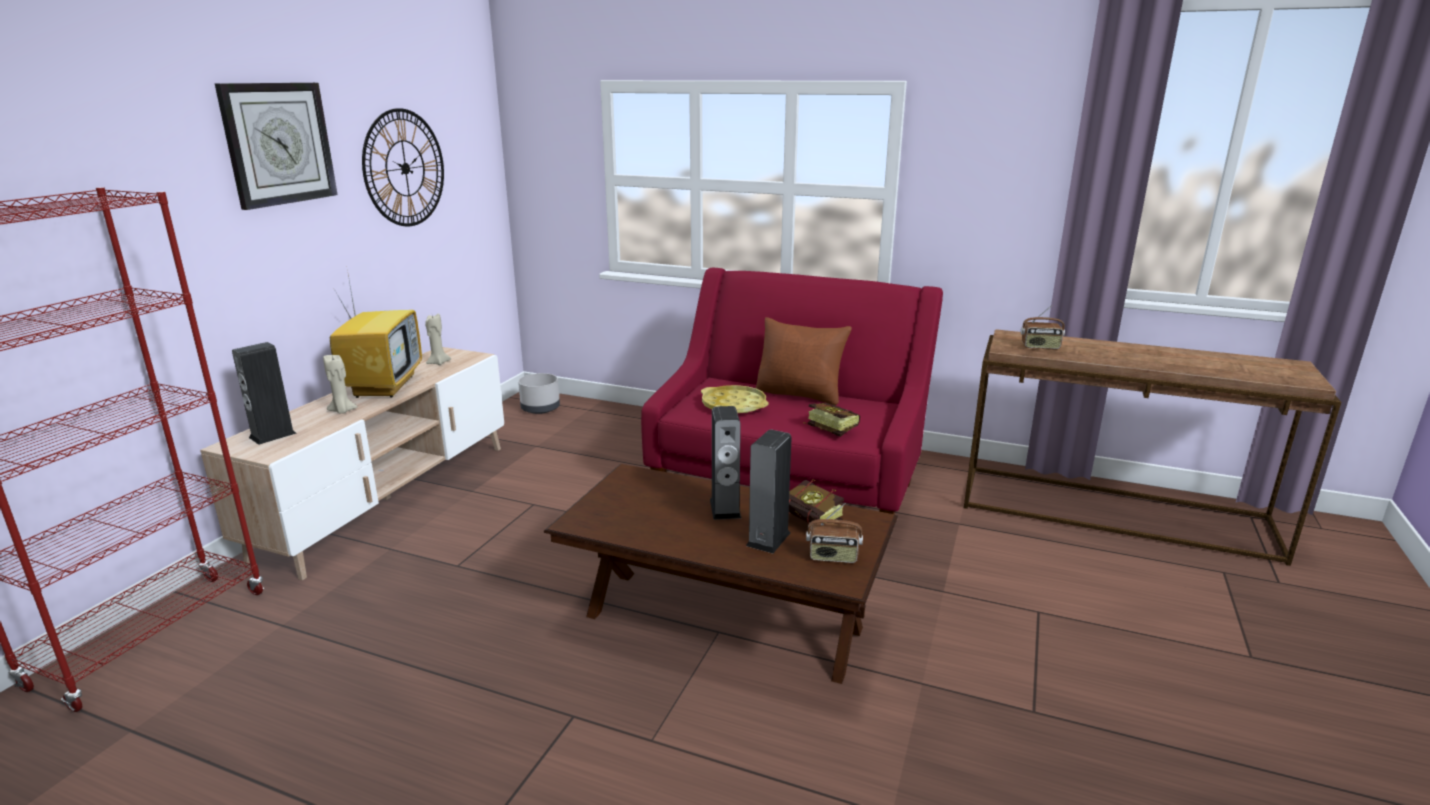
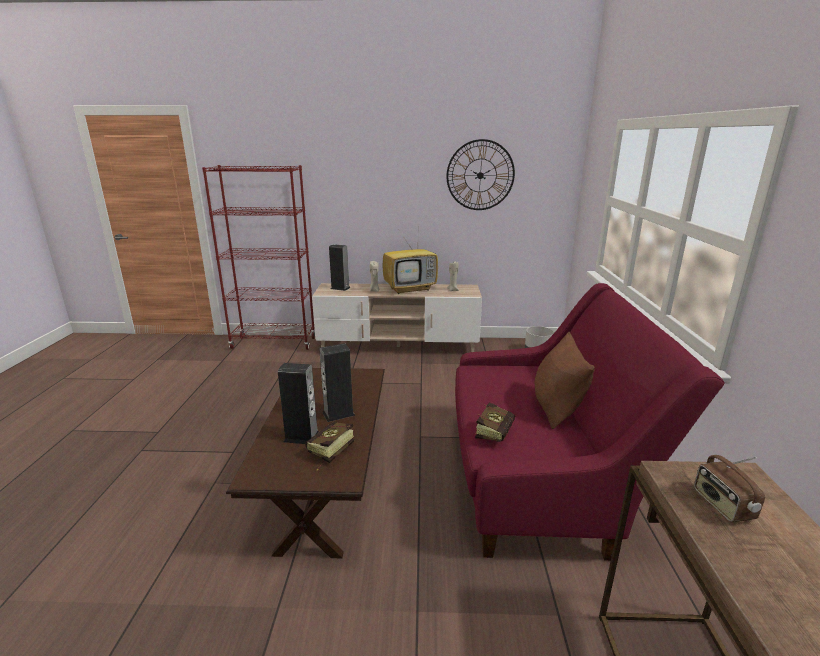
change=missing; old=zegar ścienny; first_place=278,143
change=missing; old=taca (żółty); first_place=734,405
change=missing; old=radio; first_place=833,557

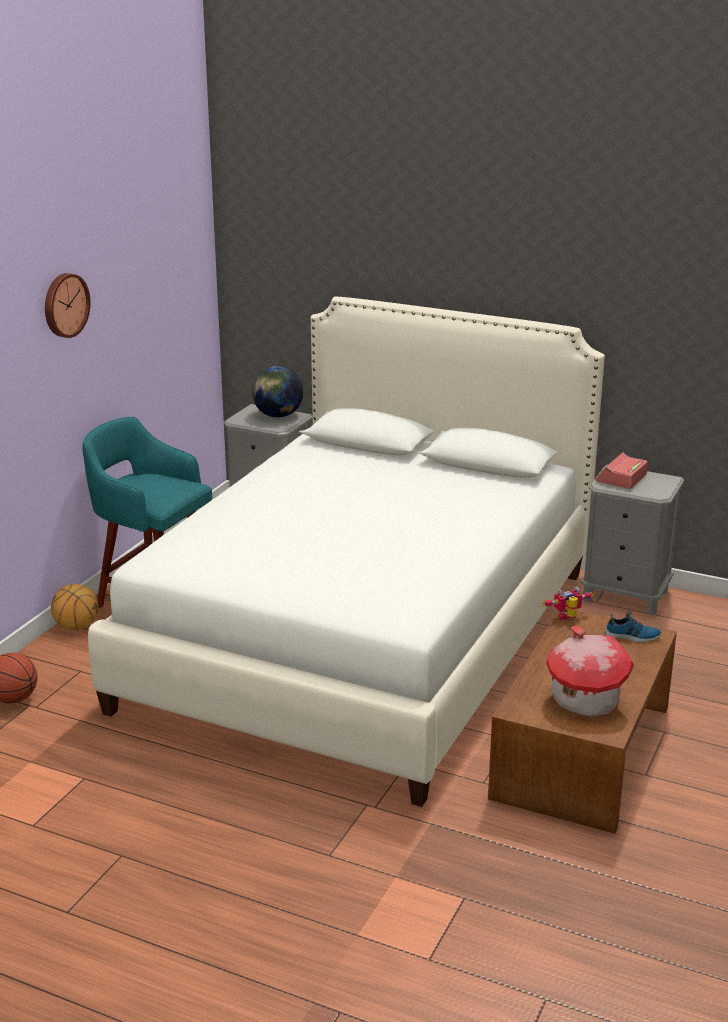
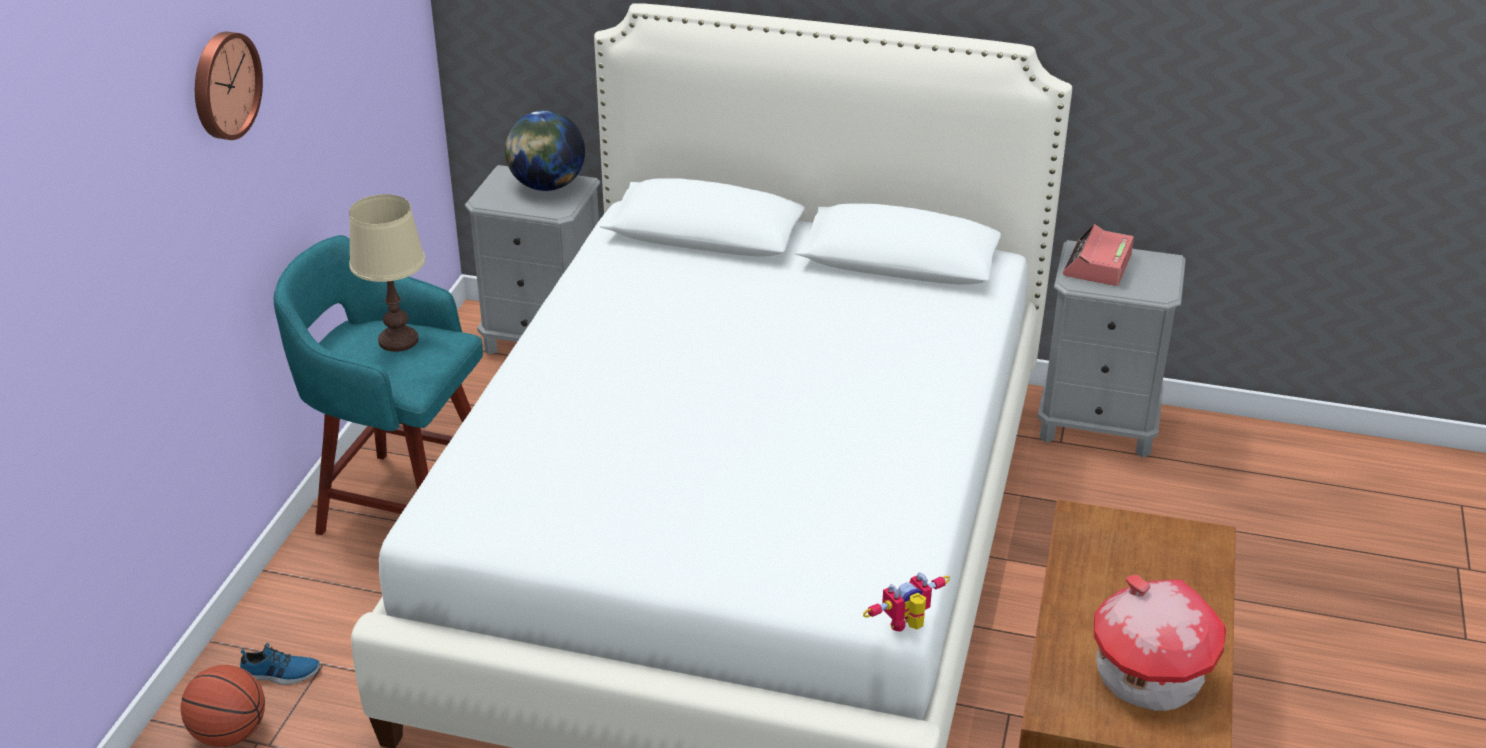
change=missing; old=piłka do koszykówki; first_place=76,627
change=relocated; old=robot zabawkowy; first_place=568,618; second_place=908,627
change=relocated; old=but; first_place=632,636; second_place=280,674
change=appeared; new=lampa stołowa (beżowy); second_place=398,341

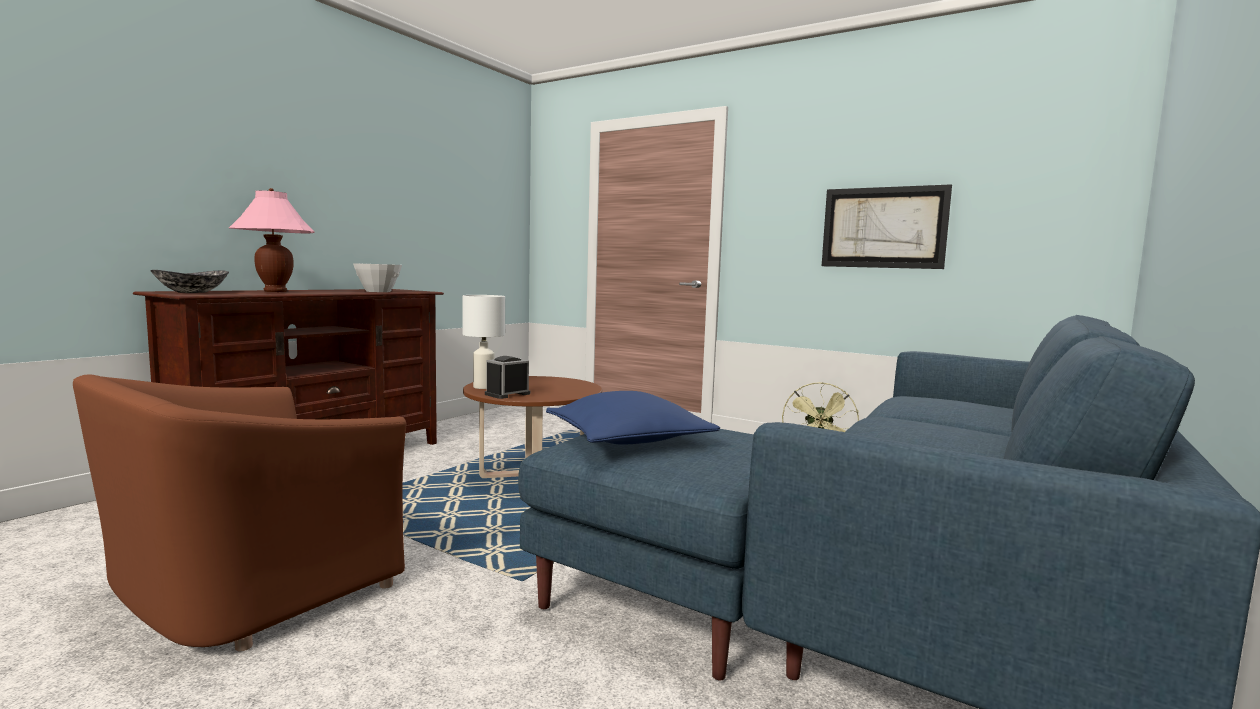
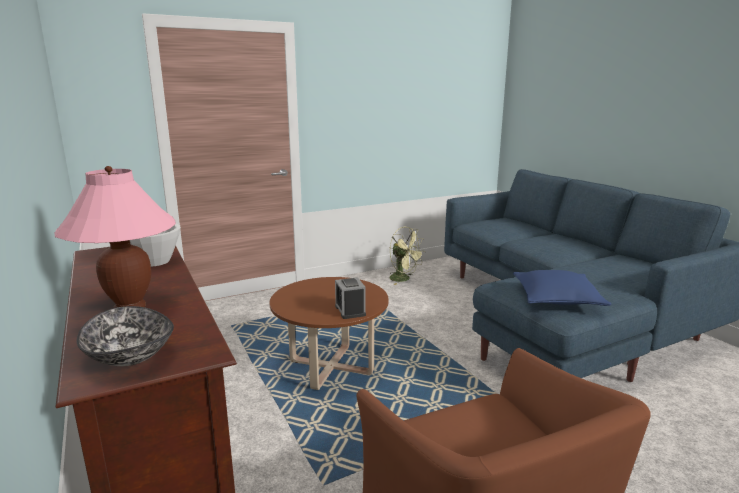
change=missing; old=obraz; first_place=883,227
change=missing; old=lampa stołowa (biały); first_place=483,387

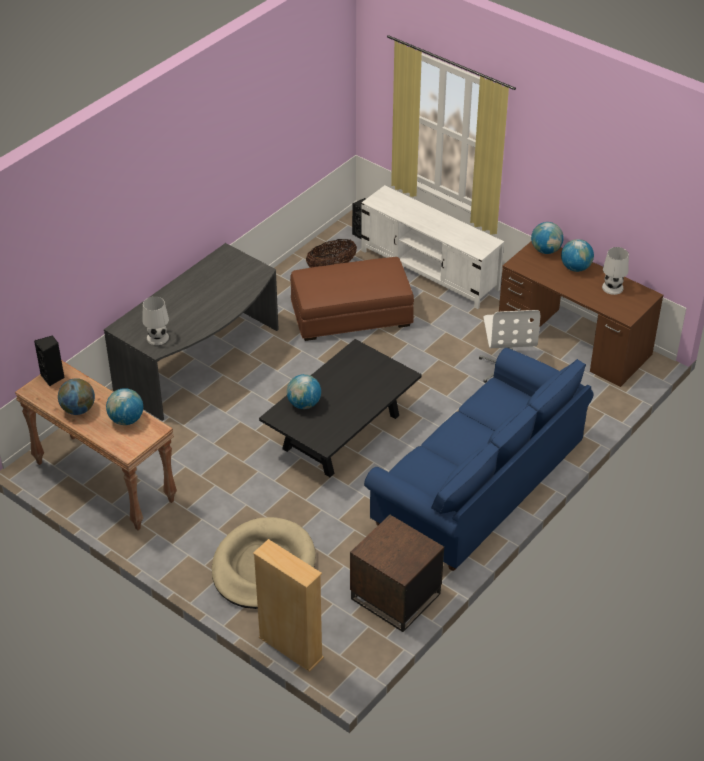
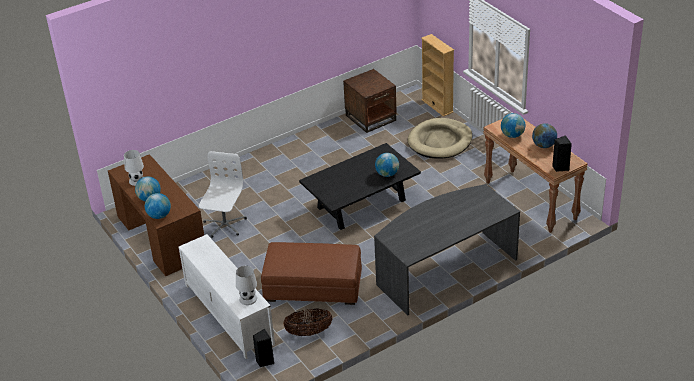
change=relocated; old=lampa stołowa (biały); first_place=158,338; second_place=248,298
change=missing; old=kanapa (niebieski); first_place=477,487

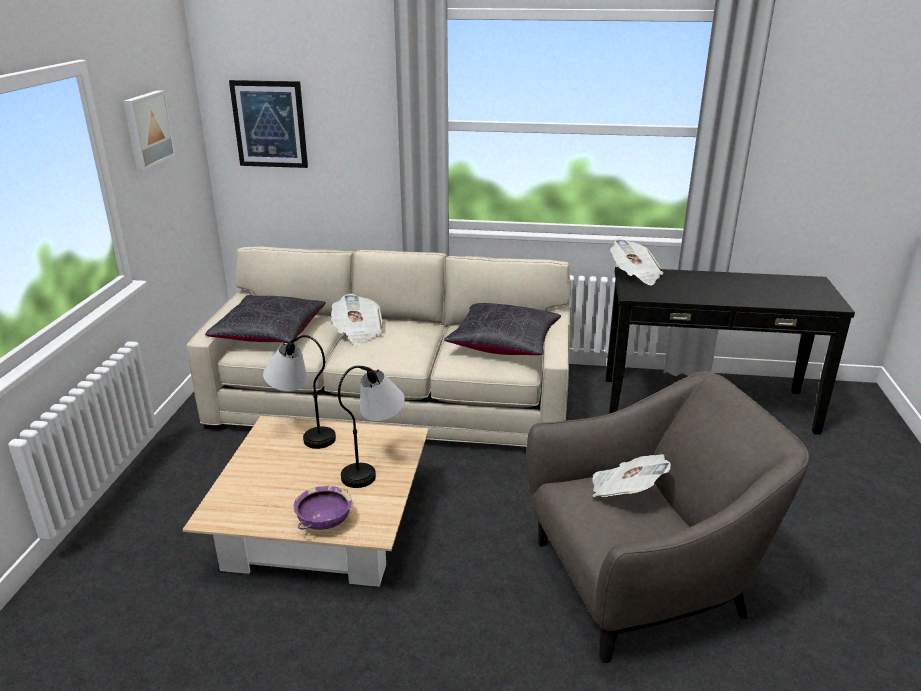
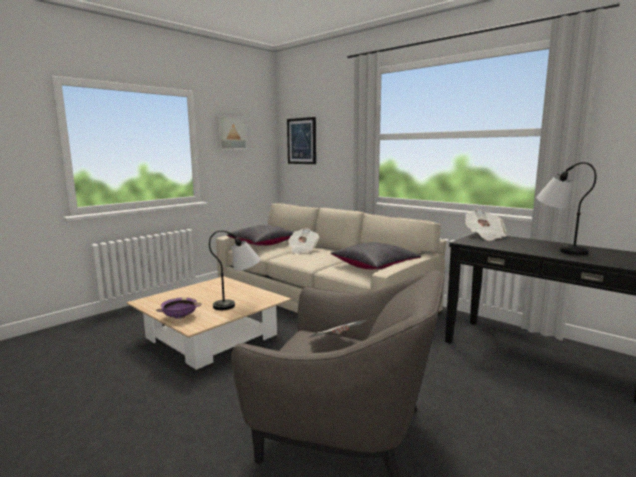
change=relocated; old=lampa stołowa; first_place=303,432; second_place=558,248

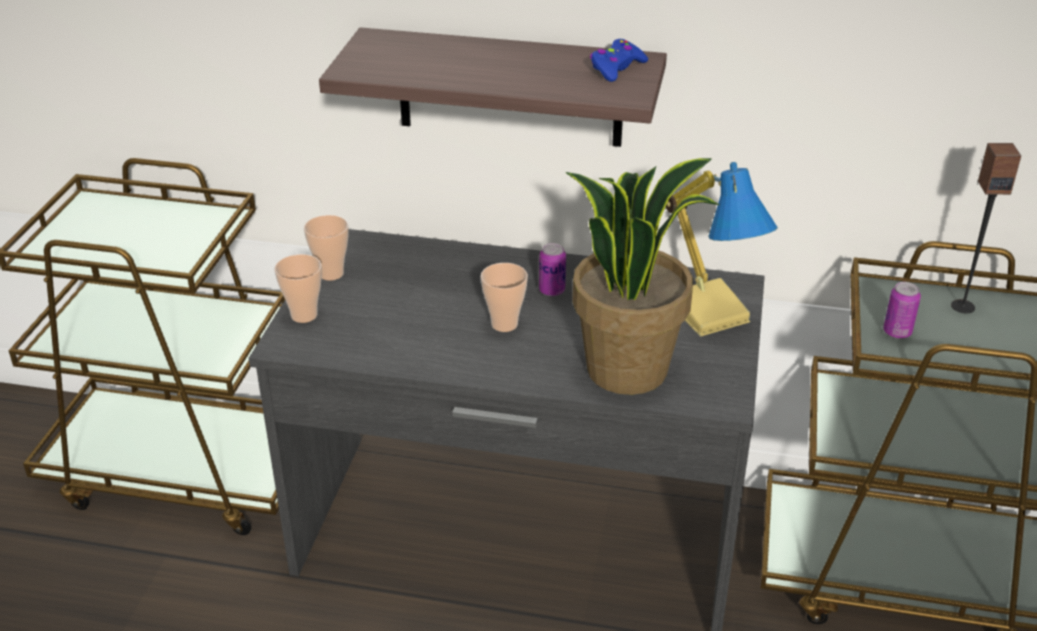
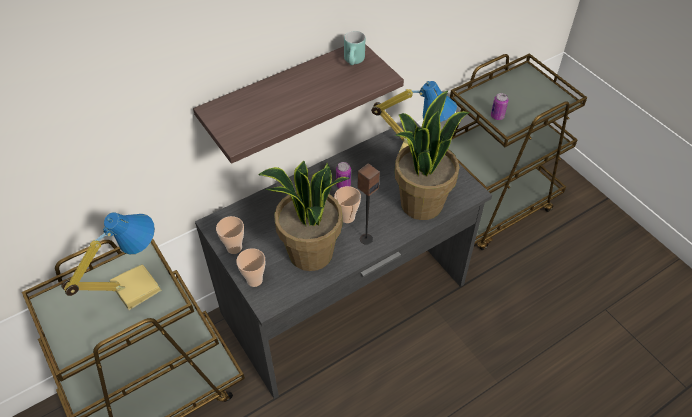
change=exchanged; old=pad do gier (niebieski); new=kubek (turkusowy); first_place=616,68; second_place=355,62
change=relocated; old=głośnik; first_place=962,306; second_place=366,239
change=appeared; new=roślina doniczkowa; second_place=310,253
change=appeared; new=lampa stołowa; second_place=134,287

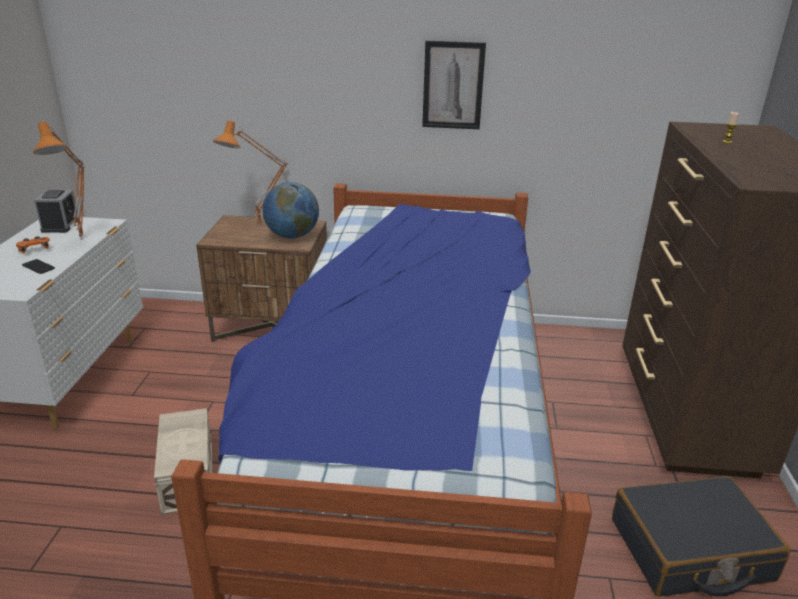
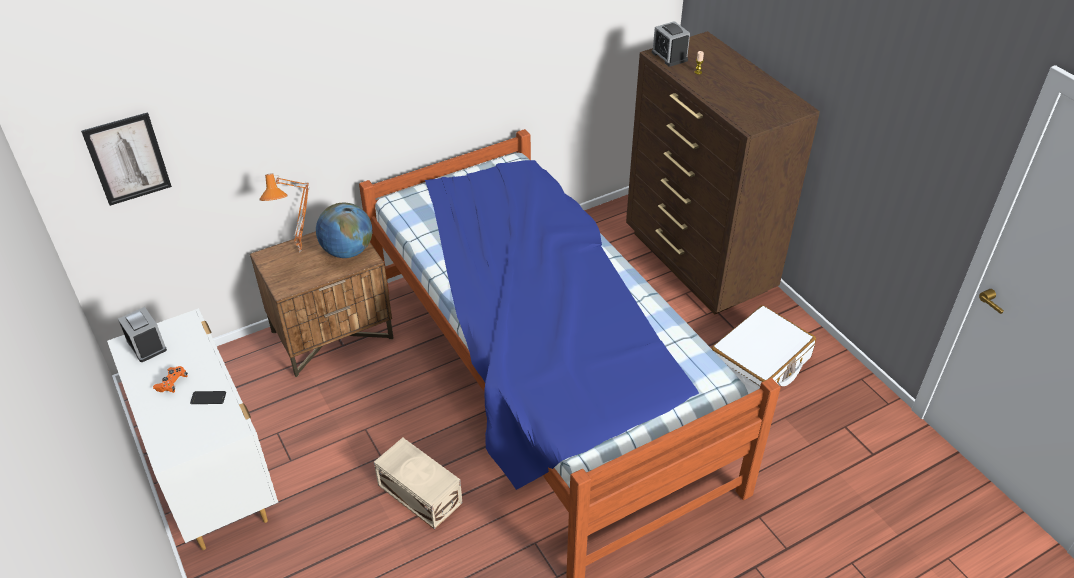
change=relocated; old=obraz; first_place=453,85; second_place=127,159
change=missing; old=lampa stołowa (pomarańczowy); first_place=84,239
change=colour; old=walizka (czarny); new=walizka (biały); first_place=690,551; second_place=759,363
change=appeared; new=budzik; second_place=669,56

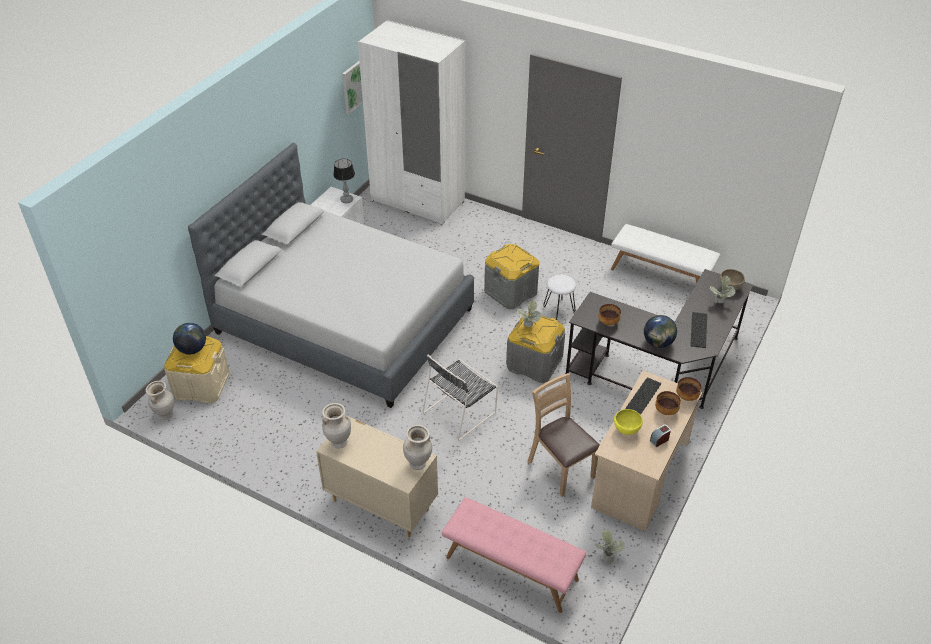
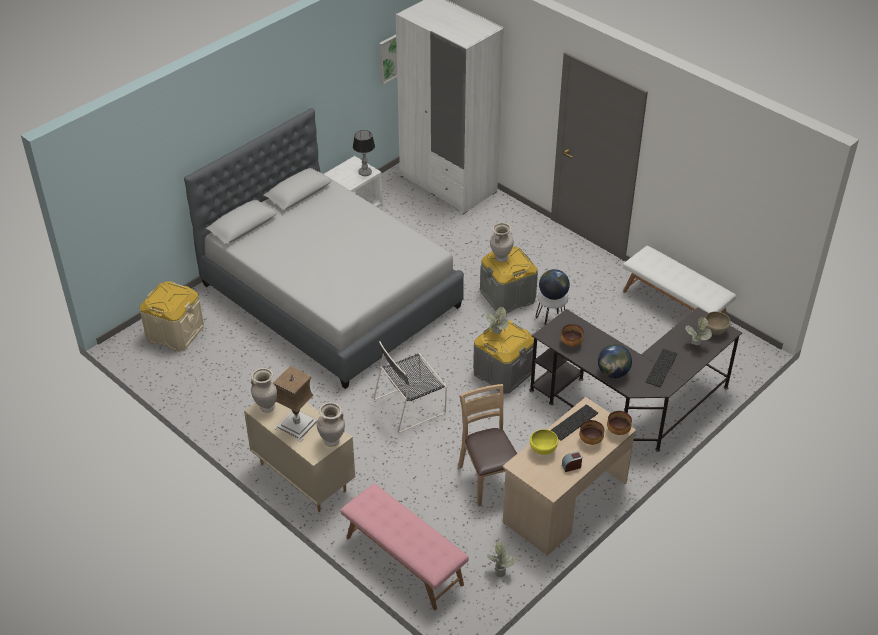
change=relocated; old=globus; first_place=192,349; second_place=553,295
change=relocated; old=wazon (beżowy); first_place=165,415; second_place=501,258
change=appeared; new=lampa stołowa; second_place=298,424

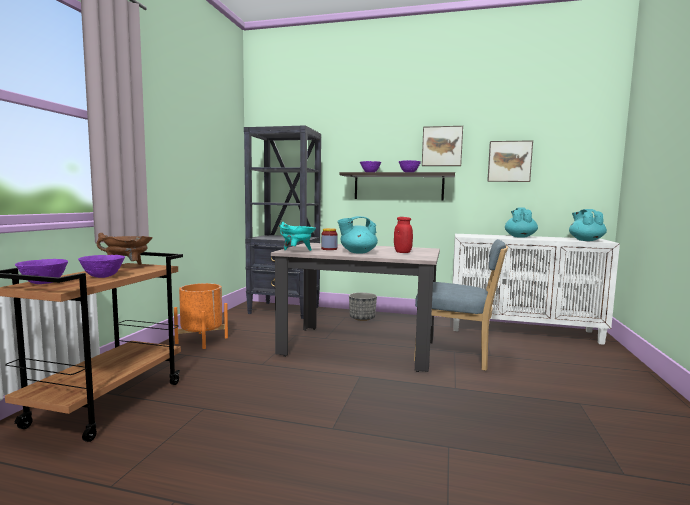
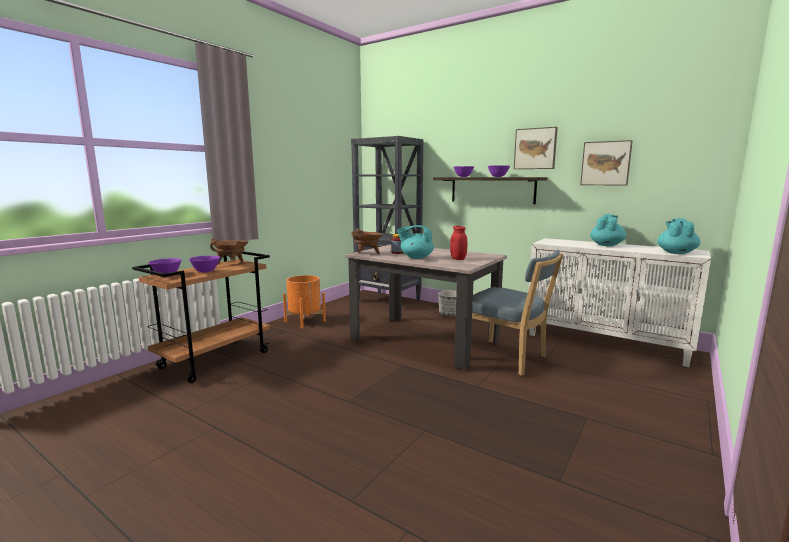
change=colour; old=garnek (turkusowy); new=garnek (brązowy); first_place=296,251; second_place=366,254

